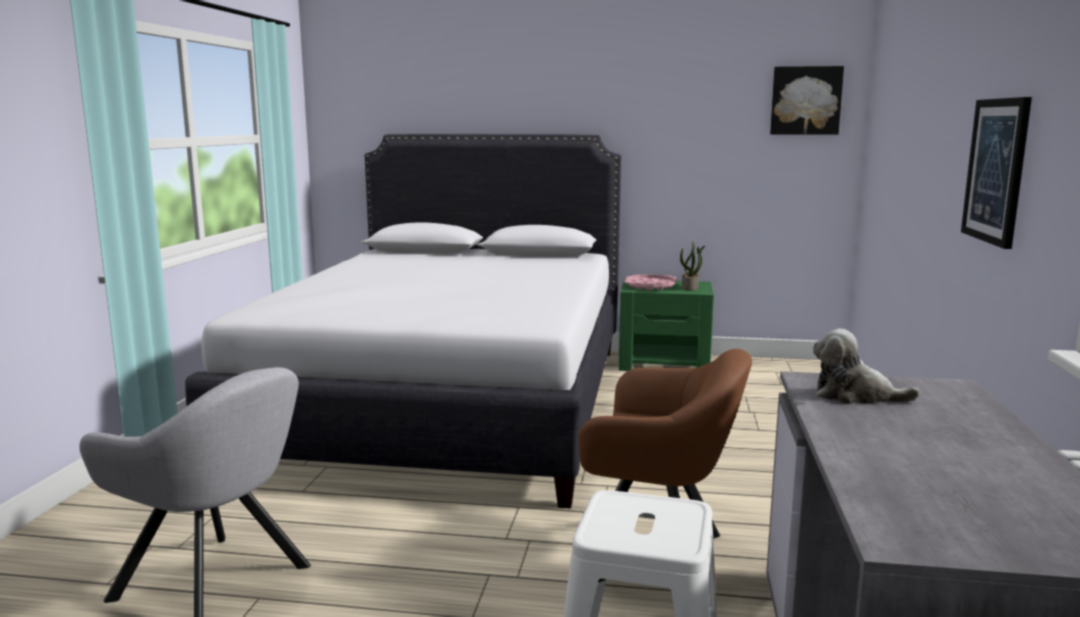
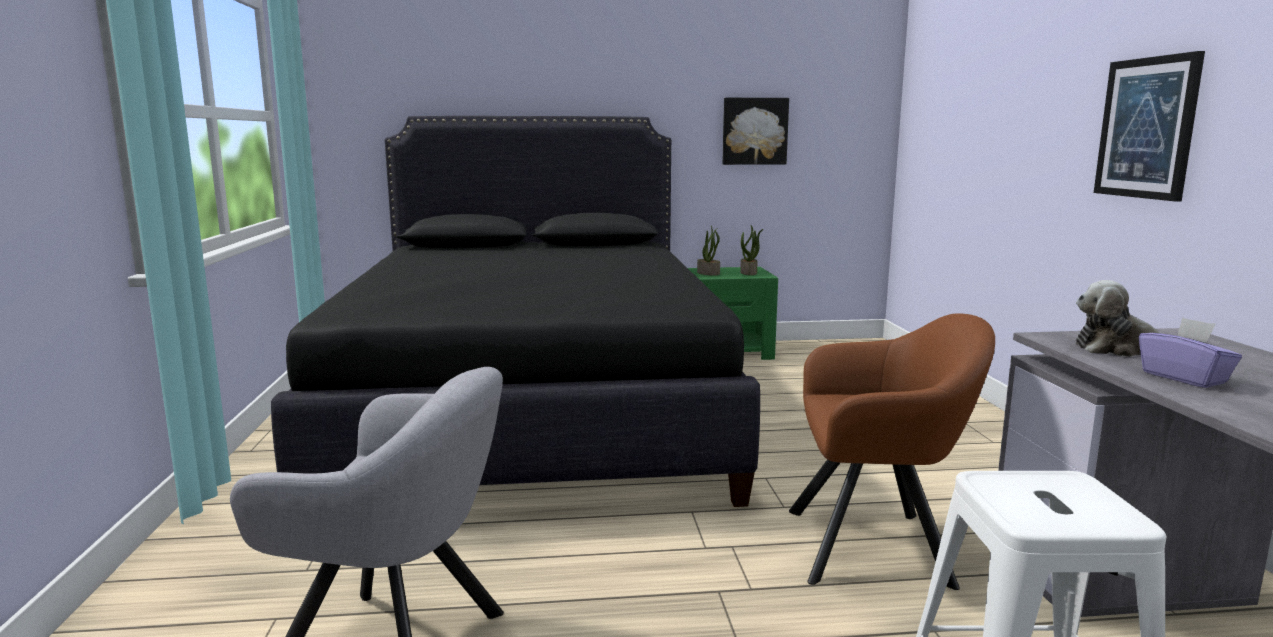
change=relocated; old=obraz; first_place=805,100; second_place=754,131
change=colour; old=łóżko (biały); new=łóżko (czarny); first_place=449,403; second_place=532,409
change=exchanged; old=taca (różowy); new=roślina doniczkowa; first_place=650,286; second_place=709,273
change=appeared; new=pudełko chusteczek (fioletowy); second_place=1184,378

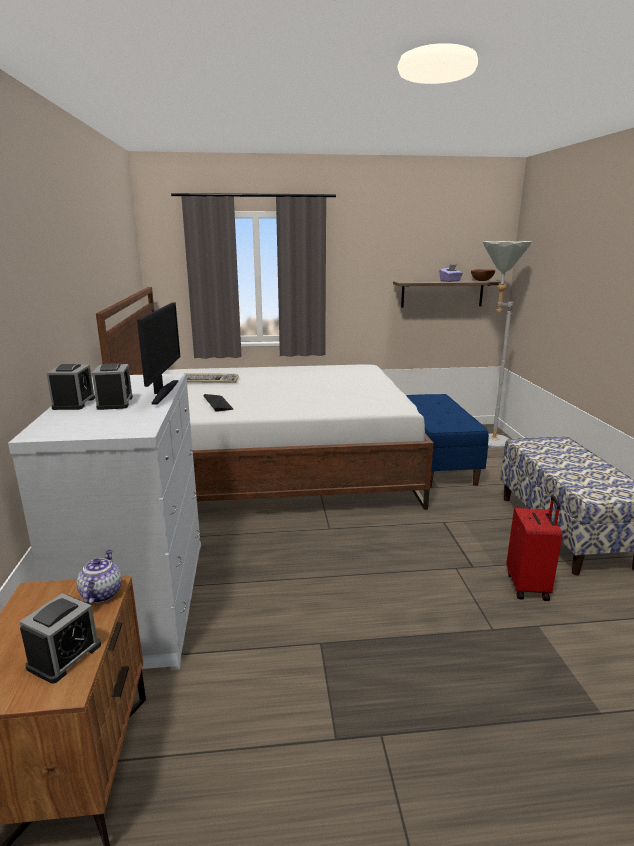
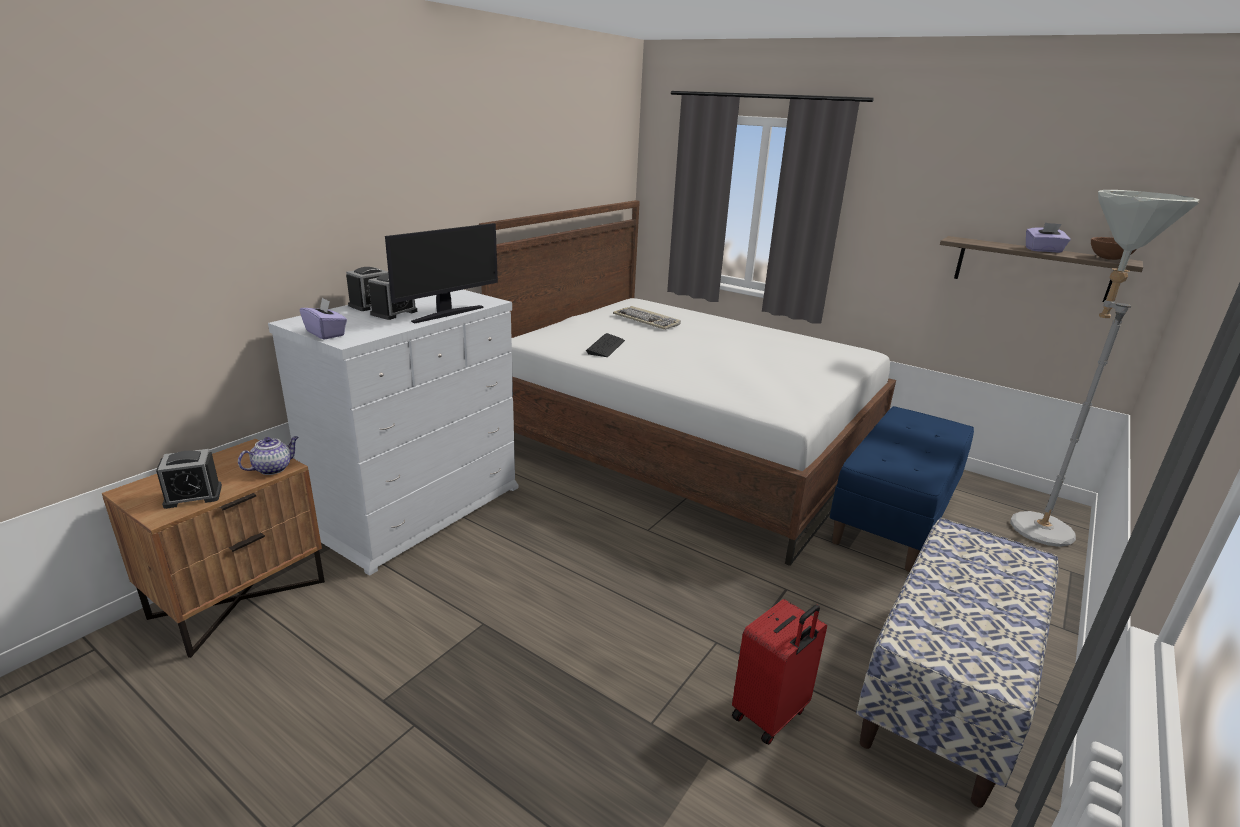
change=appeared; new=pudełko chusteczek (fioletowy); second_place=326,333

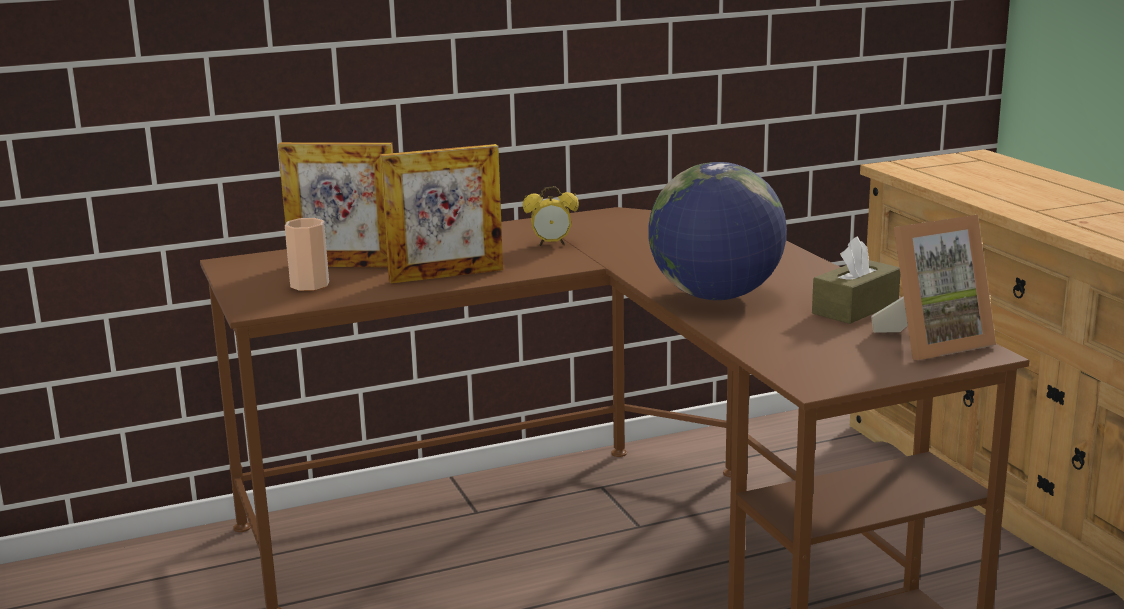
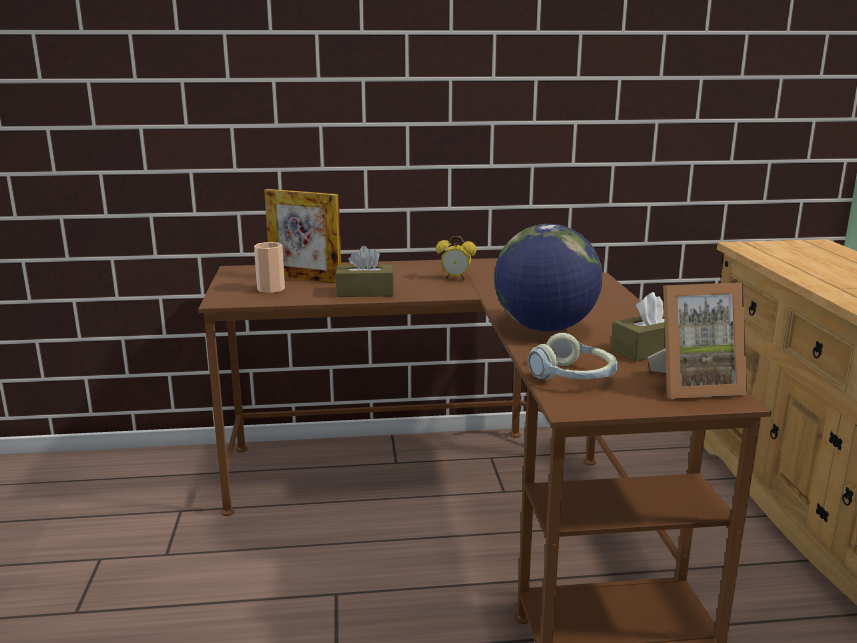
change=exchanged; old=ramka na zdjęcie; new=pudełko chusteczek (brązowy); first_place=446,275; second_place=365,292
change=appeared; new=słuchawki; second_place=574,377

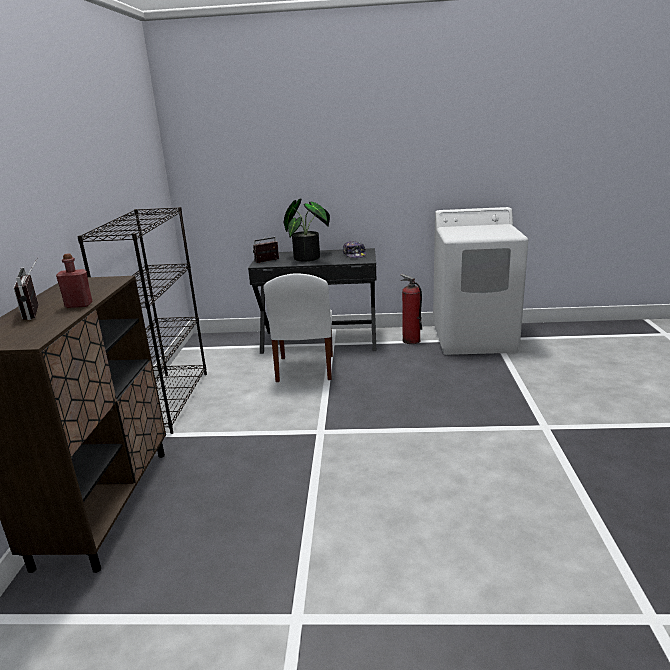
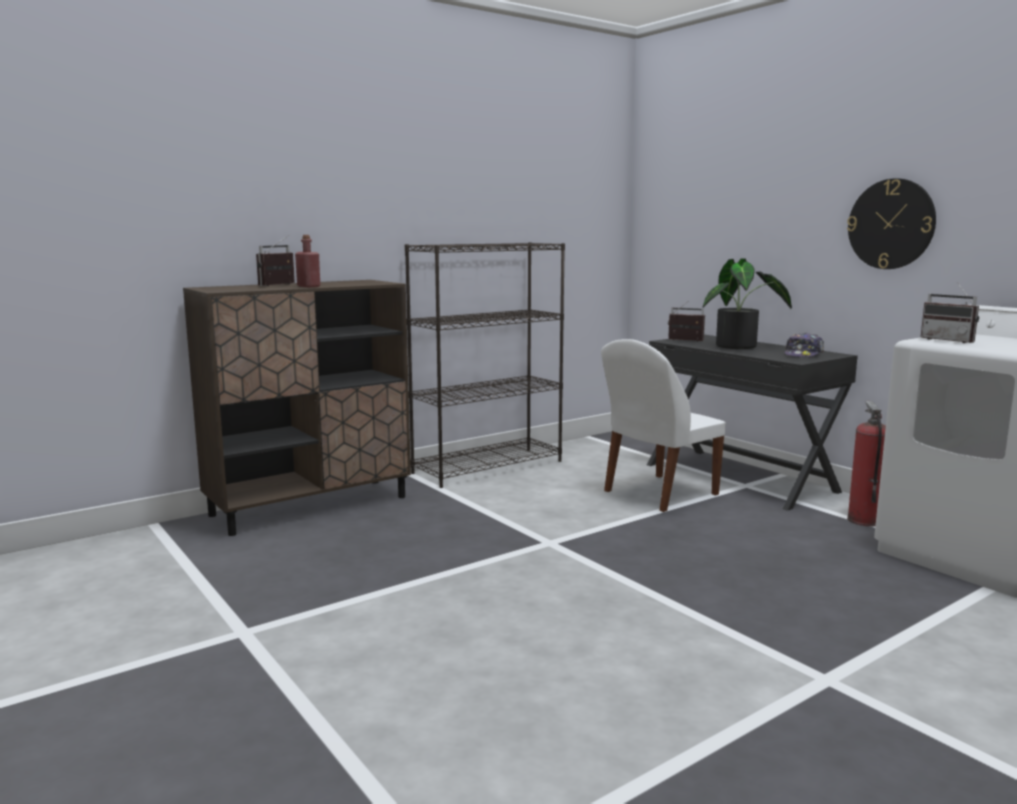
change=appeared; new=zegar ścienny; second_place=891,224
change=appeared; new=radio; second_place=950,340

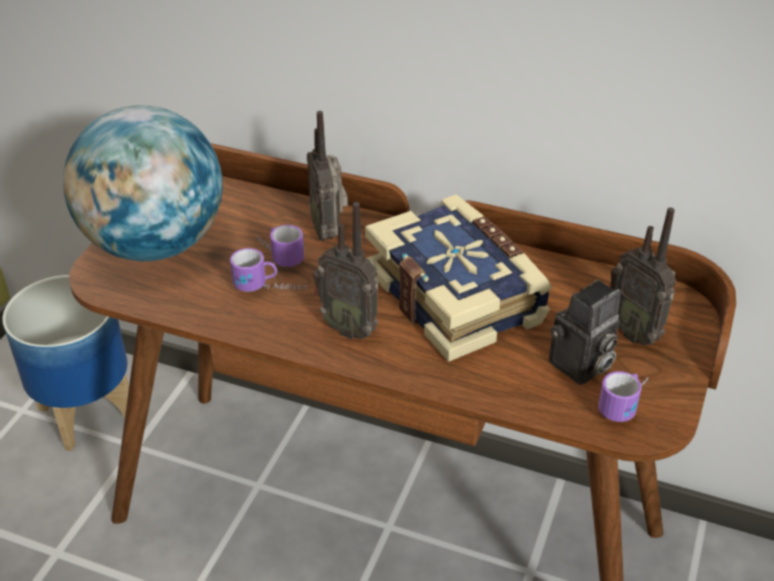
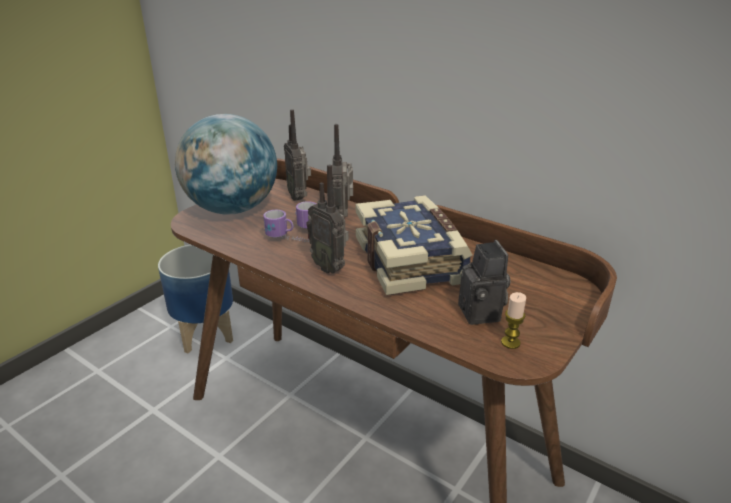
change=relocated; old=radio; first_place=635,332; second_place=299,197
change=spun; old=aparat fotograficzny; first_place=580,367; second_place=483,314; degrees=-75
change=exchanged; old=kubek; new=świeca; first_place=627,404; second_place=510,342

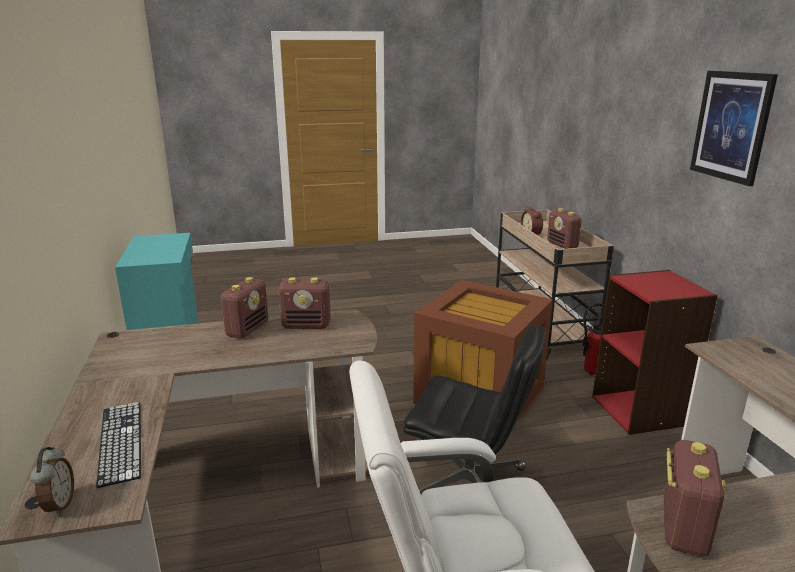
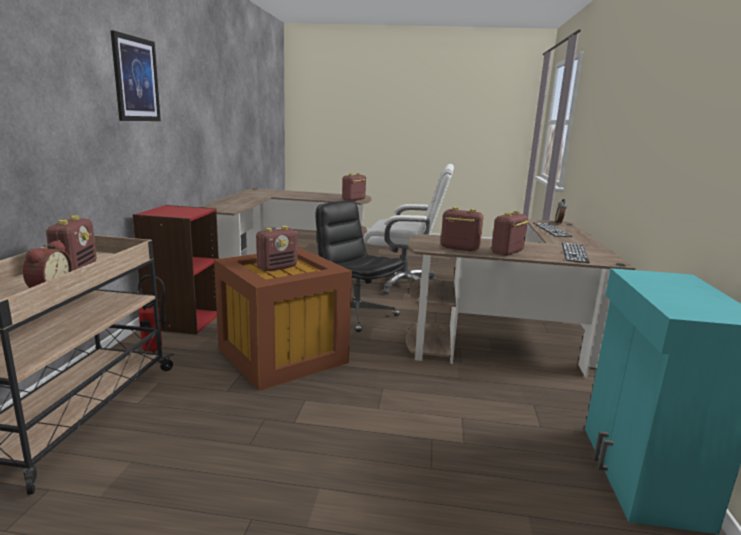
change=appeared; new=radio; second_place=277,267
change=appeared; new=klawiatura; second_place=574,252

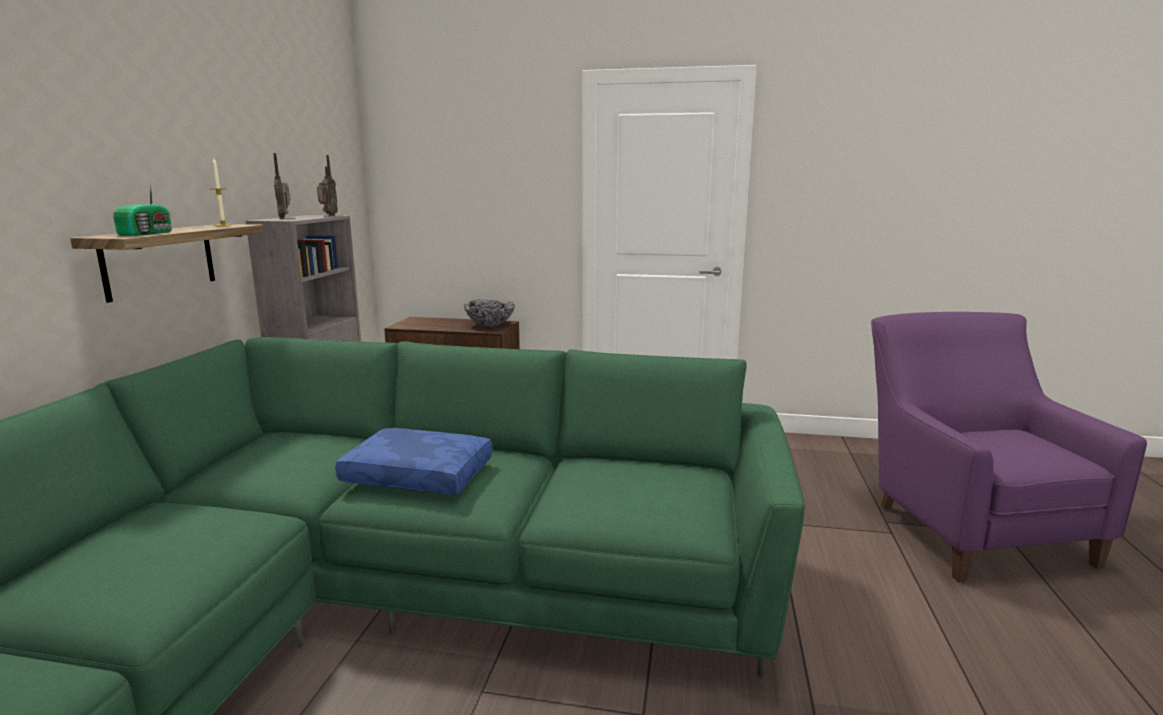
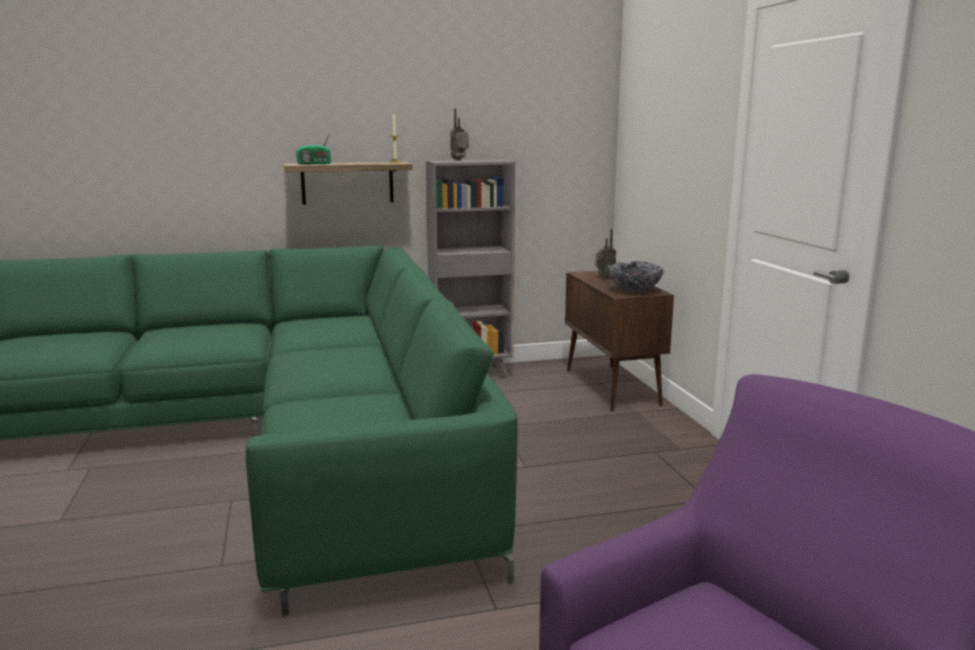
change=relocated; old=radio; first_place=328,215; second_place=604,278
change=missing; old=poduszka (niebieski); first_place=420,475

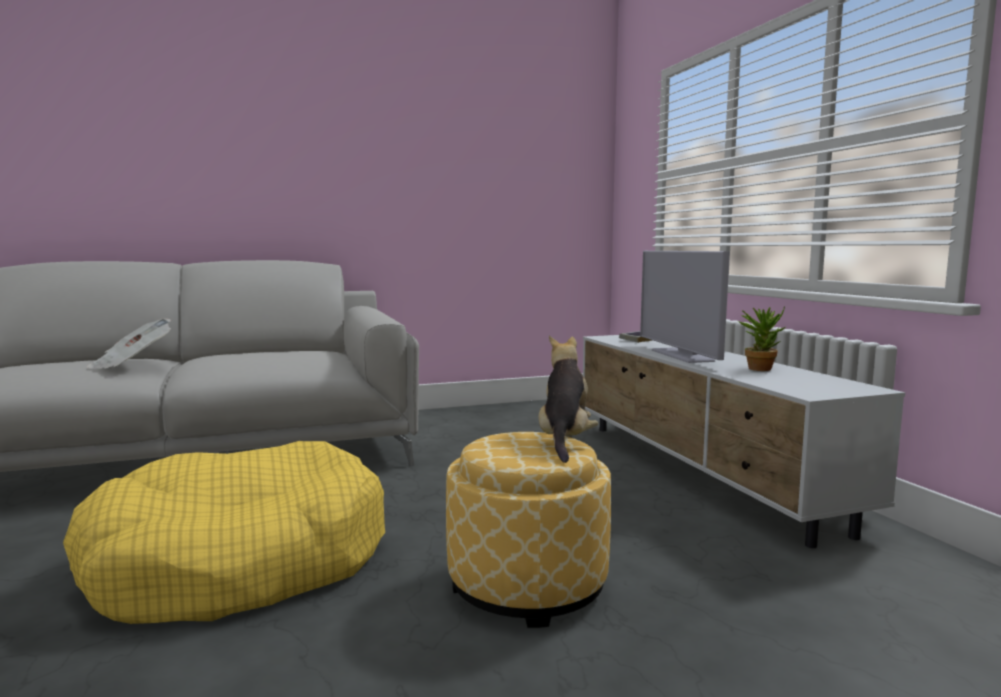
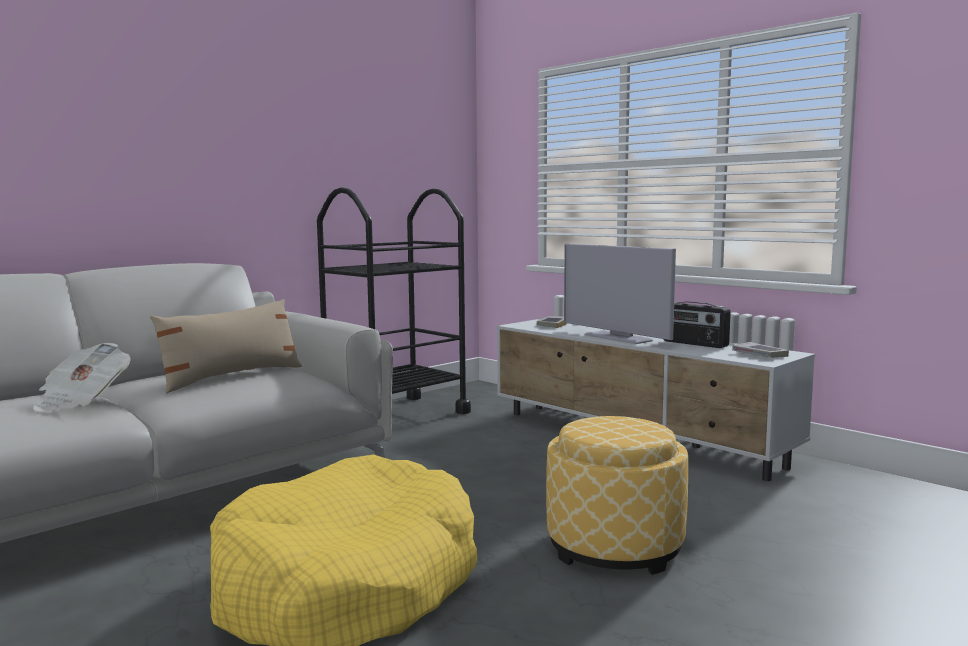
change=exchanged; old=roślina doniczkowa; new=radio; first_place=760,368; second_place=694,344
change=missing; old=pluszak; first_place=564,440
change=appeared; new=wózek (czarny); second_place=395,415
change=appeared; new=poduszka (beżowy); second_place=232,377
change=appeared; new=książka; second_place=759,354

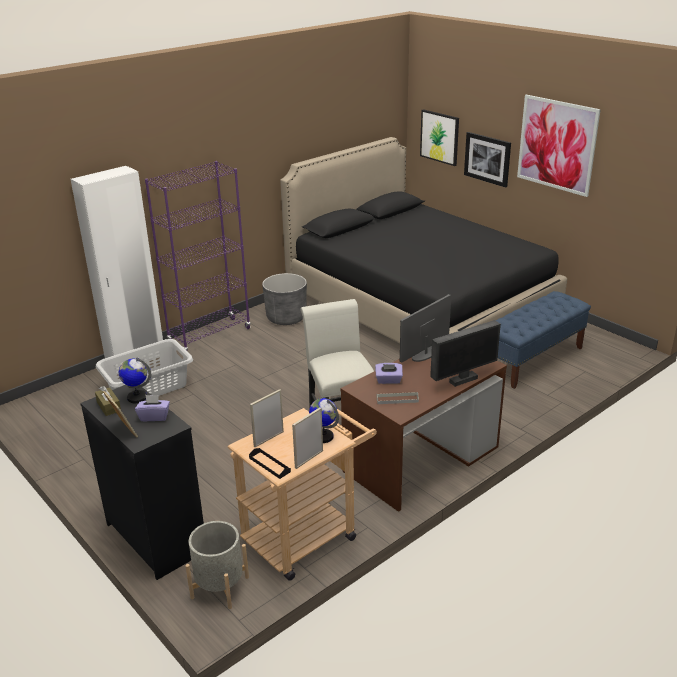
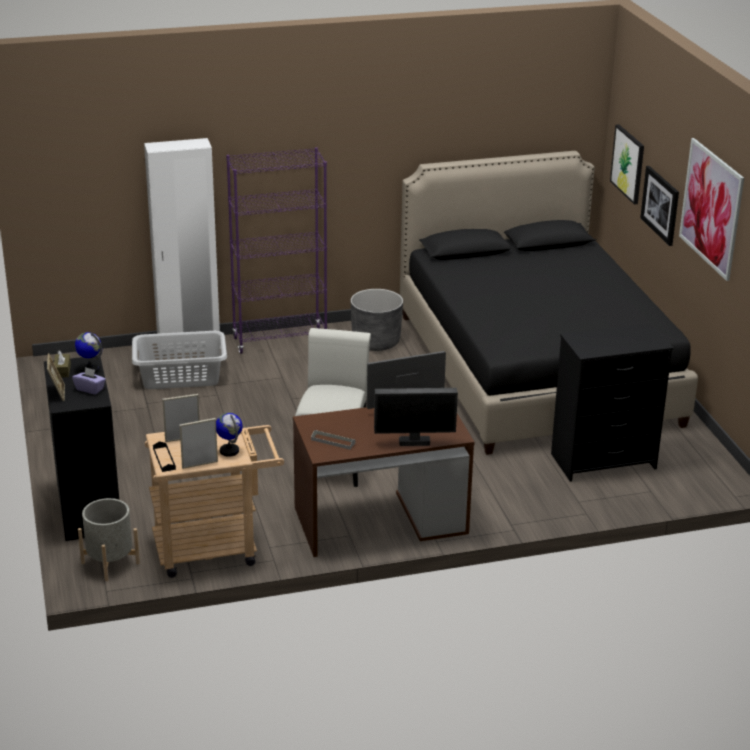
change=exchanged; old=ławka (niebieski); new=komoda (czarny); first_place=532,359; second_place=603,462
change=missing; old=pudełko chusteczek (fioletowy); first_place=388,380

